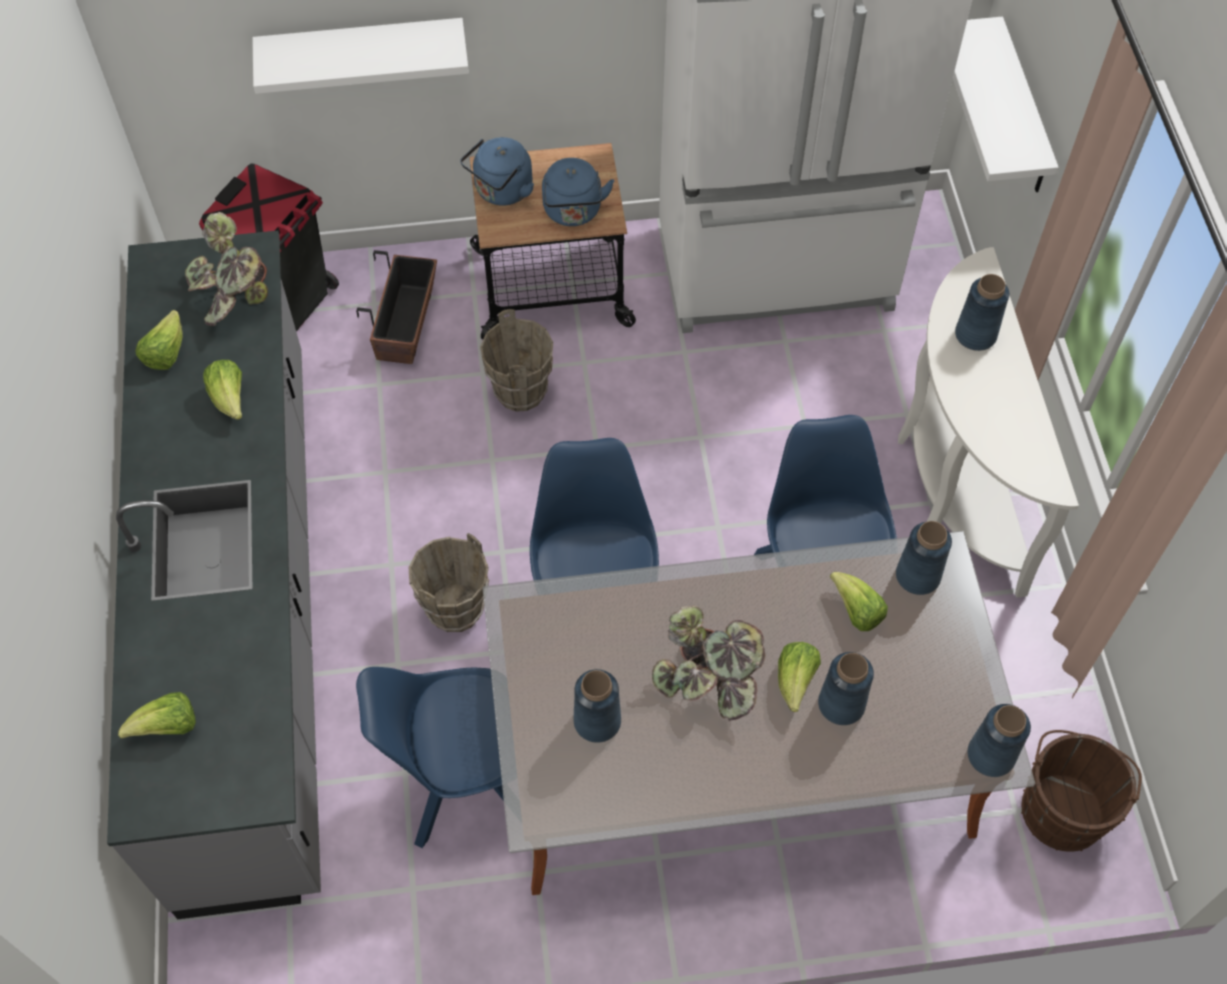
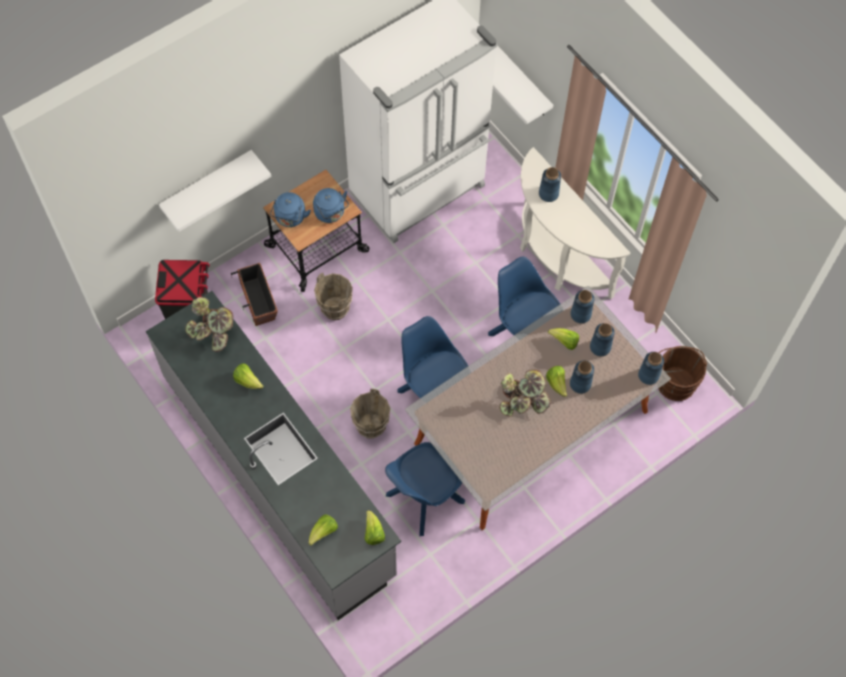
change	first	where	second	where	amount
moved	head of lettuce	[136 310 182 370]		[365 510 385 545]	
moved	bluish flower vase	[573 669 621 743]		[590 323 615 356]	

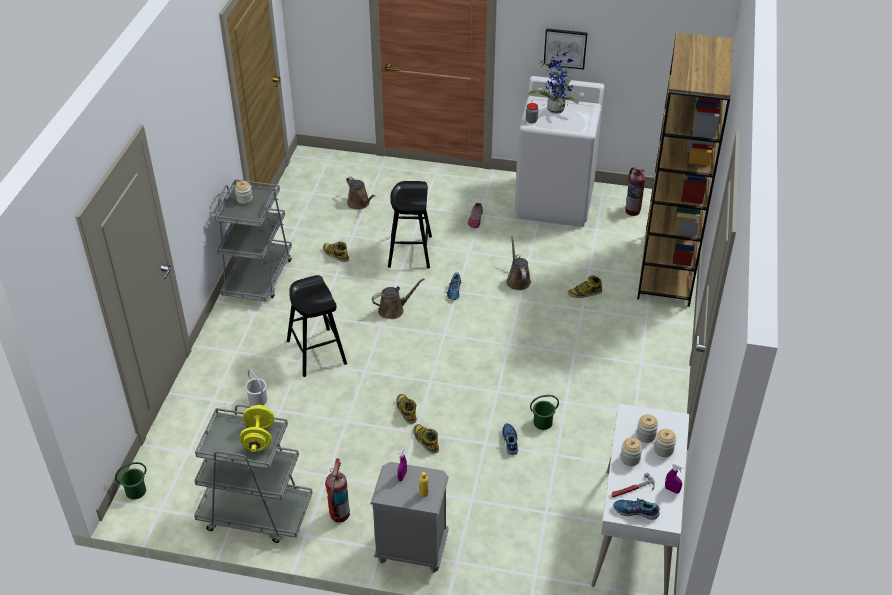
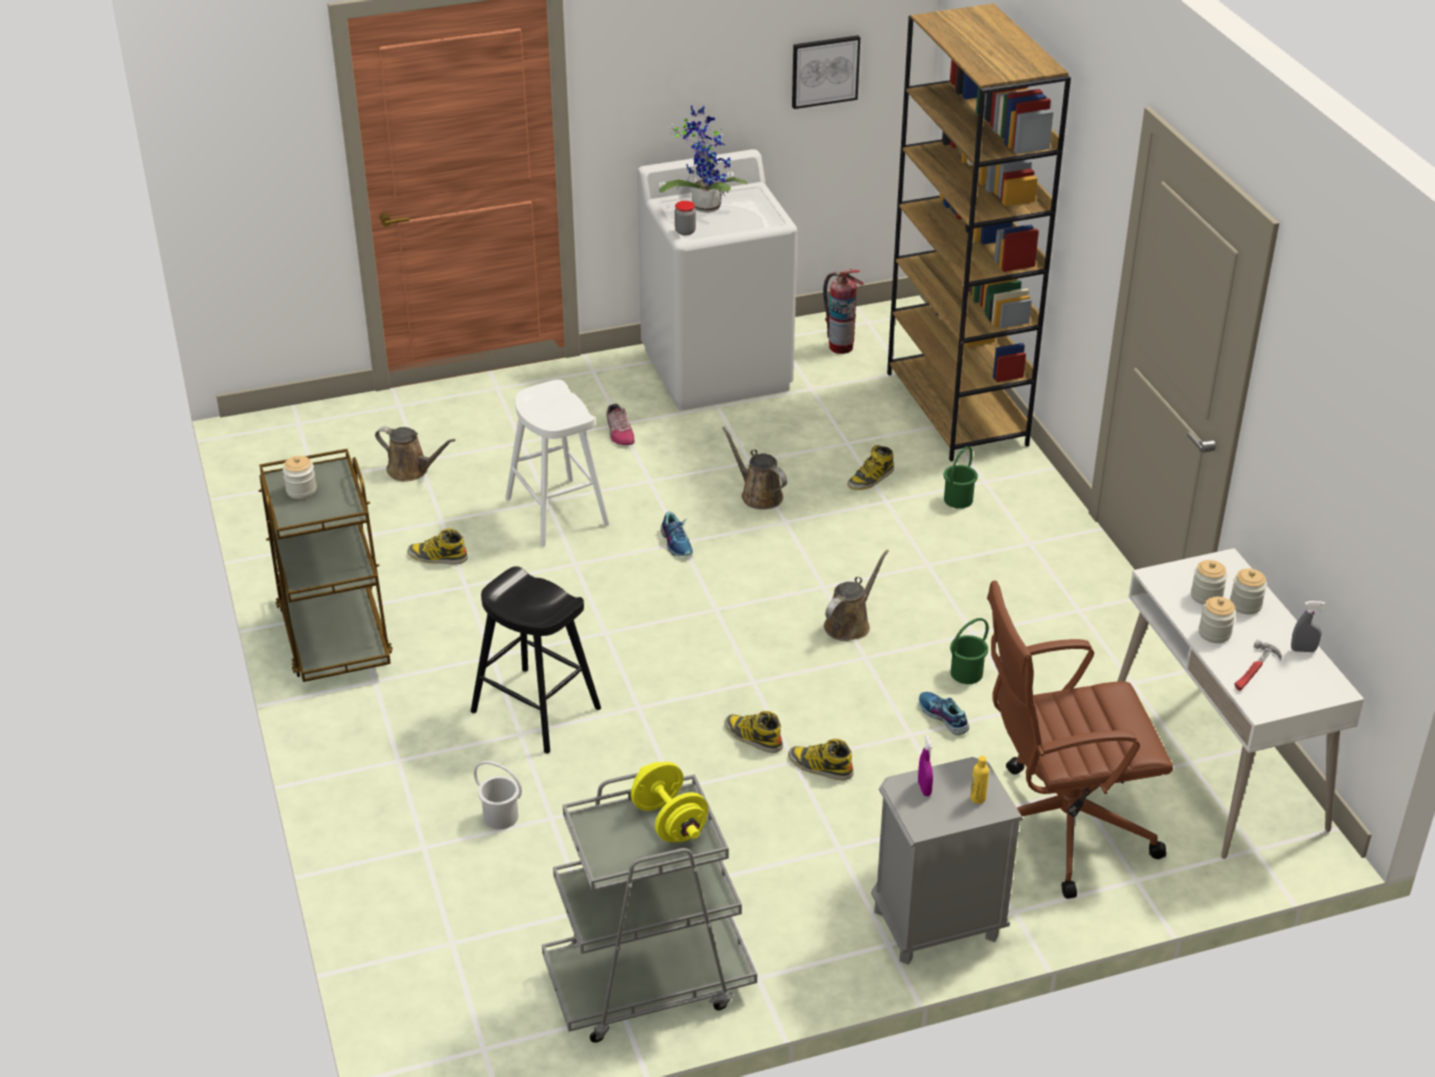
change	first	where	second	where	amount
recoloured	gray trolley	[214 179 292 302]	brown-coloured trolley	[258 449 393 682]	
recoloured	blackish stool seat	[388 181 432 269]	white stool seat	[505 380 610 546]	
moved	wall art	[544 28 588 70]		[792 35 860 109]	
moved	brown-coloured watering can	[372 278 425 319]		[824 550 889 641]	
moved	green-coloured pail	[115 462 146 499]		[944 446 978 509]	
added			brown-coloured desk chair	[987 580 1173 899]	
recoloured	purple-coloured spray bottle	[665 463 684 494]	gray spray bottle	[1291 601 1325 652]	
removed	extinguisher	[325 458 350 523]			
removed	item of footwear	[613 498 660 520]			

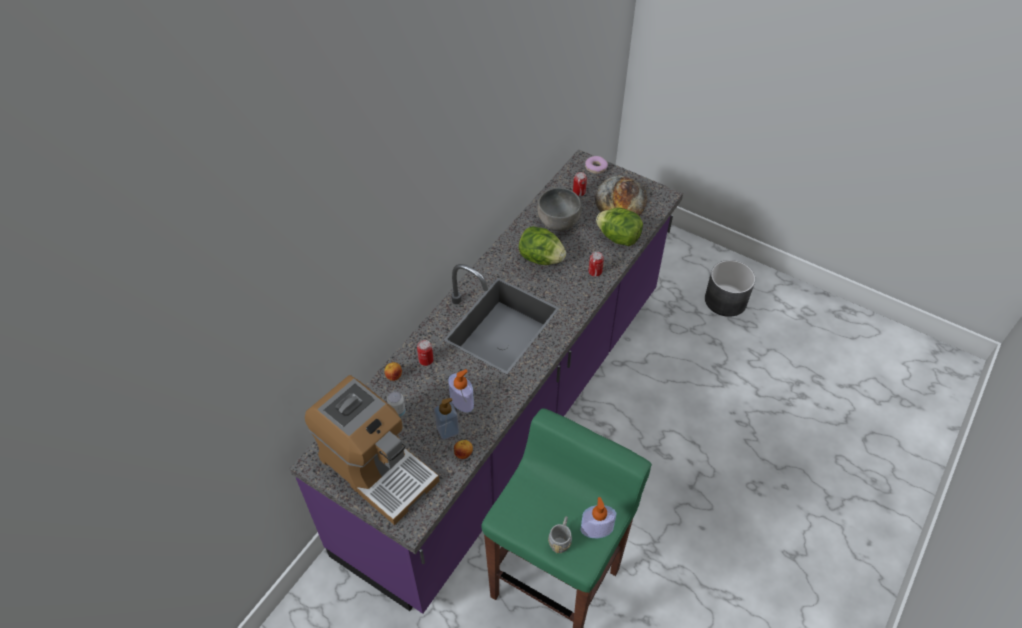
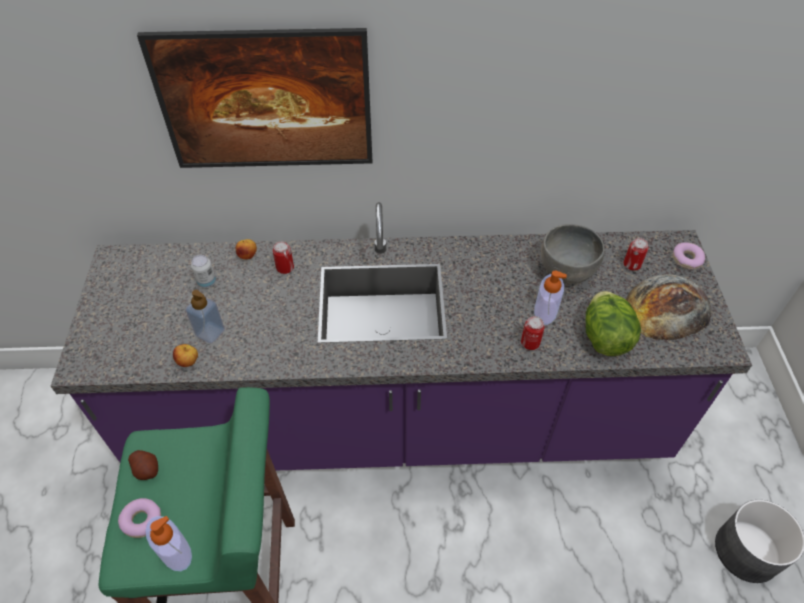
change	first	where	second	where	amount
replaced	gray coffee mug	[548 516 572 553]	ring doughnut	[118 498 161 538]	
added			potato	[128 450 158 480]	
added			wall art	[137 28 372 168]	
moved	soap bottle	[448 369 474 413]		[534 271 567 325]	
removed	coffee maker	[305 375 439 525]			
removed	head of lettuce	[519 226 566 265]			

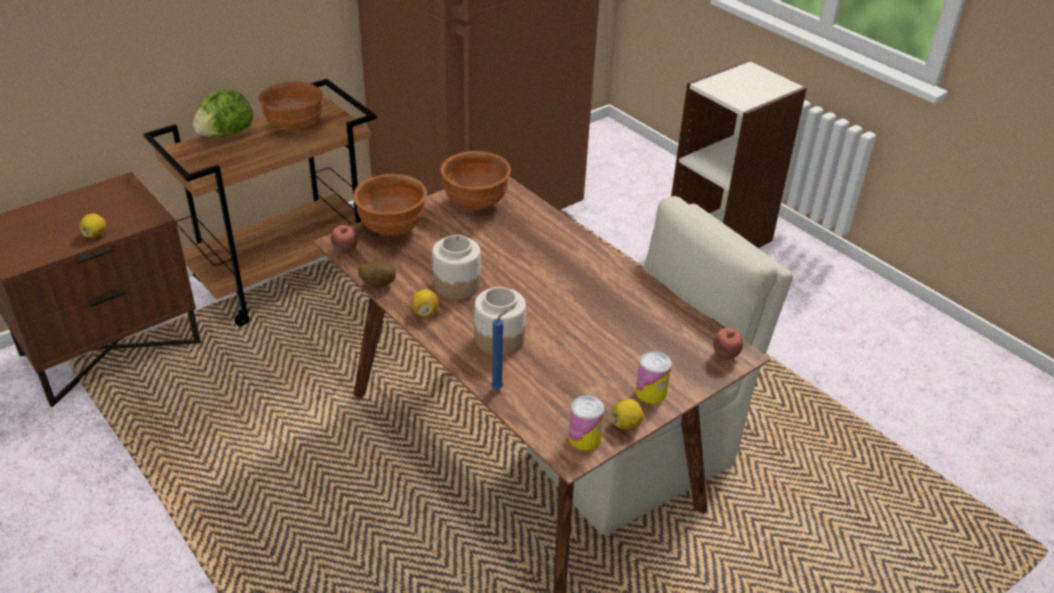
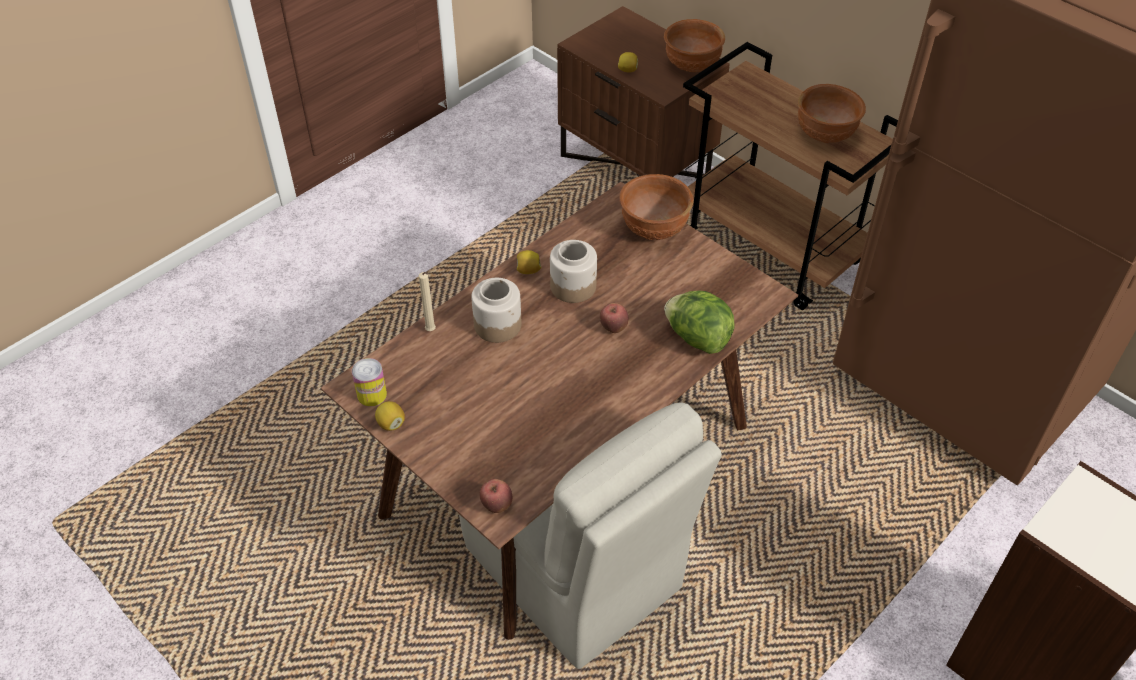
change	first	where	second	where	amount
recoloured	bluish wax light	[491 311 507 389]	sand-coloured wax light	[419 272 436 331]	
moved	apple fruit	[331 225 358 254]		[600 303 629 333]	
moved	brown-coloured deep dish	[440 151 511 210]		[664 19 725 72]	
moved	head of lettuce	[193 89 253 138]		[664 291 735 354]	
removed	potato	[358 261 396 287]			
removed	sealed can	[636 351 672 404]			

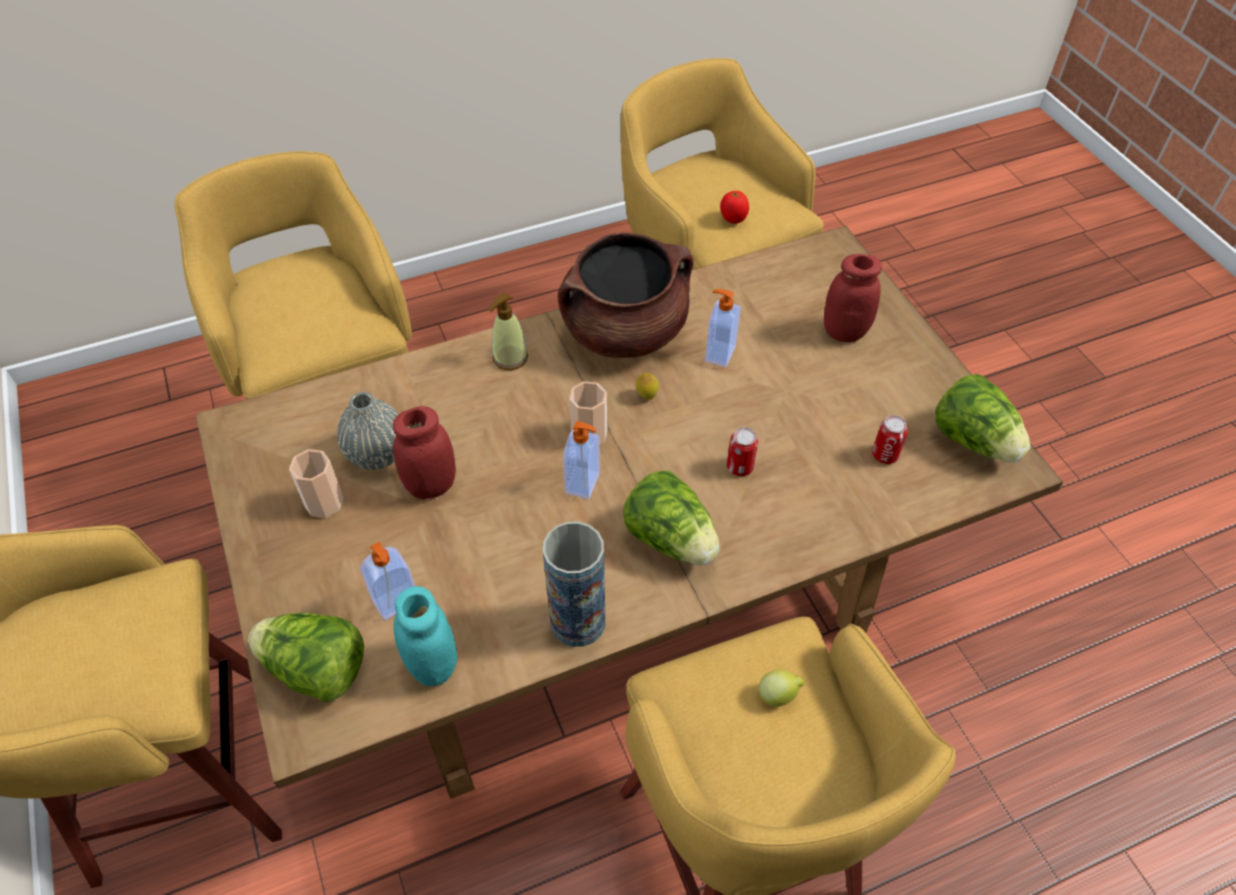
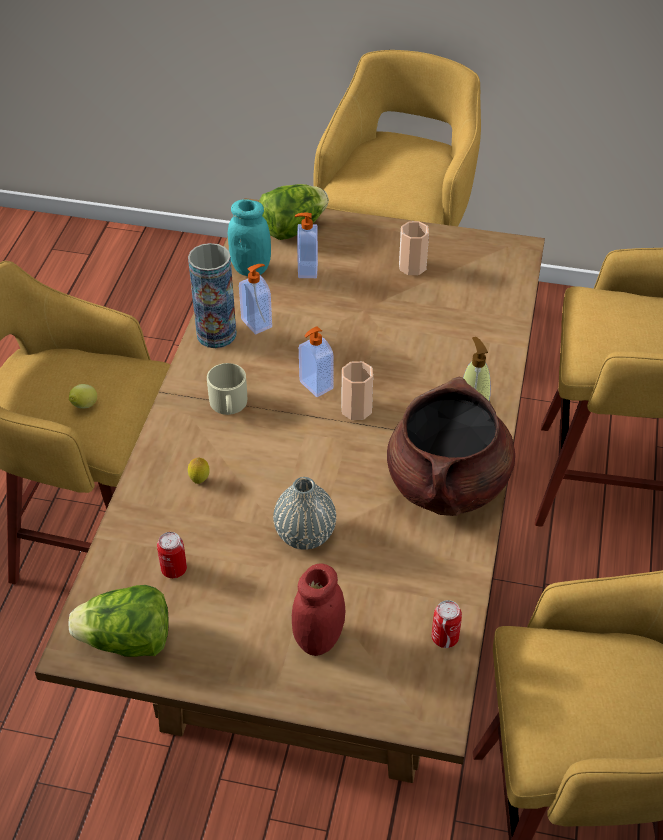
change	first	where	second	where	amount
moved	lemon	[636 373 659 400]		[188 457 210 484]	
replaced	head of lettuce	[623 471 720 565]	sand-coloured coffee mug	[207 363 247 415]	
moved	soap bottle	[705 289 741 367]		[239 264 272 334]	
moved	gray flower vase	[337 392 399 470]		[273 477 336 550]	
moved	sealed can	[727 427 758 476]		[432 600 462 648]	
removed	reddish storage jar	[393 406 456 499]			
removed	fresh tomato	[720 191 749 224]			

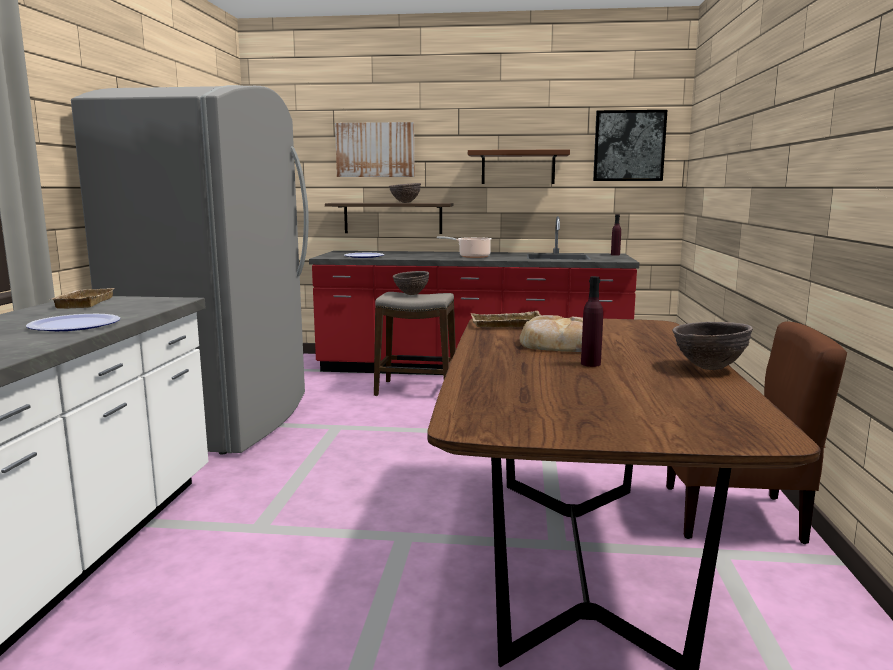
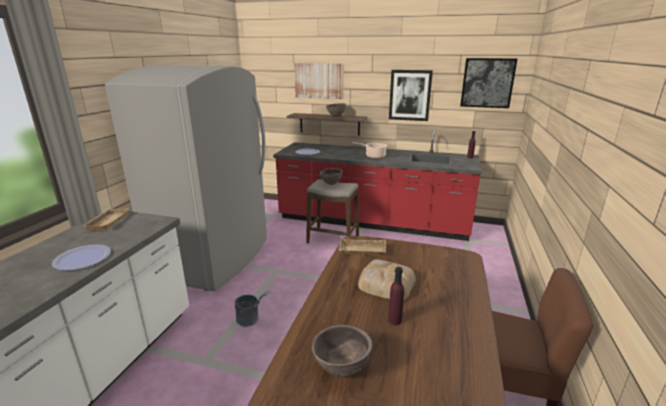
change	first	where	second	where	amount
added			gray pail	[235 291 270 327]	
moved	brown-coloured deep dish	[672 322 753 370]		[312 325 372 377]	
replaced	brown-coloured wall shelf	[468 149 570 184]	wall art	[389 70 433 121]	

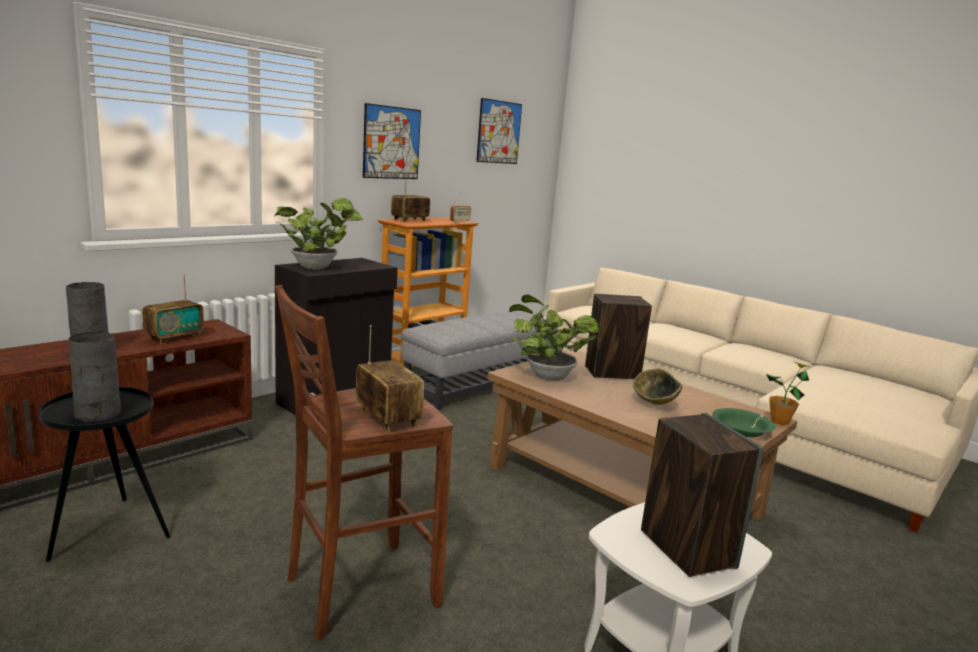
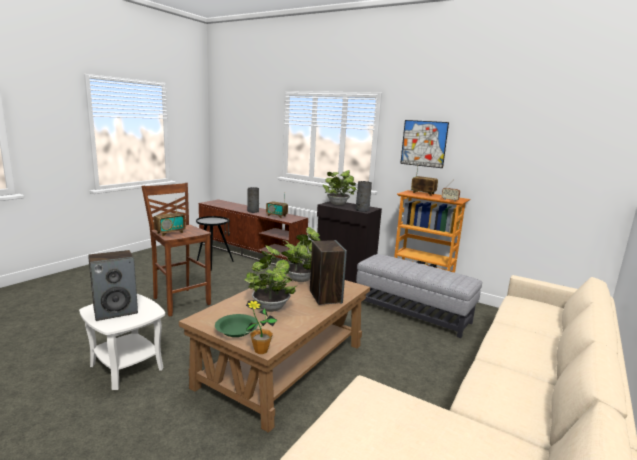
change	first	where	second	where	amount
replaced	deep dish	[633 369 682 405]	plant in a pot	[244 245 297 312]	
moved	gray flower vase	[68 332 121 423]		[356 181 372 212]	
removed	wall art	[476 98 522 164]			

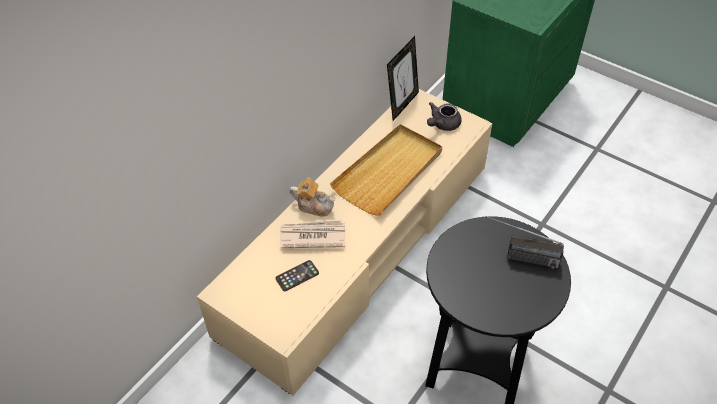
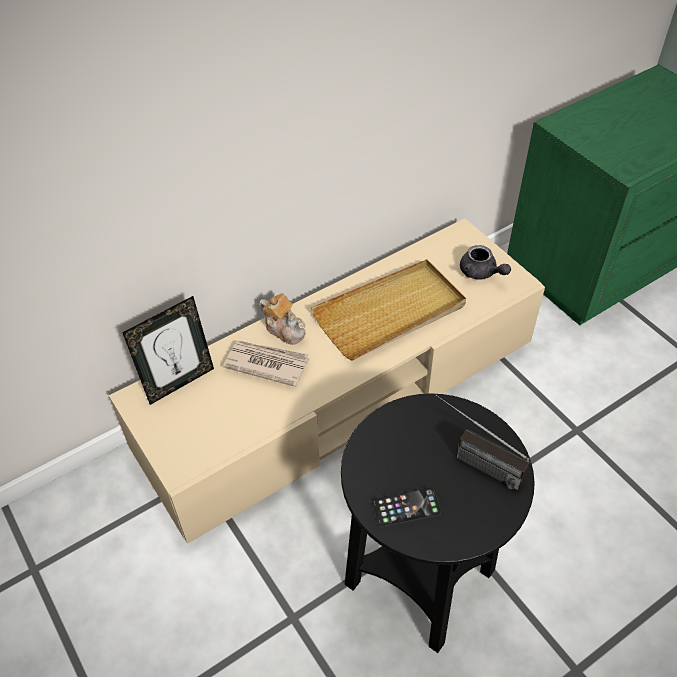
change	first	where	second	where	amount
moved	picture frame	[387 36 419 121]		[122 296 214 405]	
moved	phone	[275 260 319 291]		[371 487 441 527]	
turned	gray tea pot	[427 102 462 131]		[460 245 511 280]	105 degrees counterclockwise

